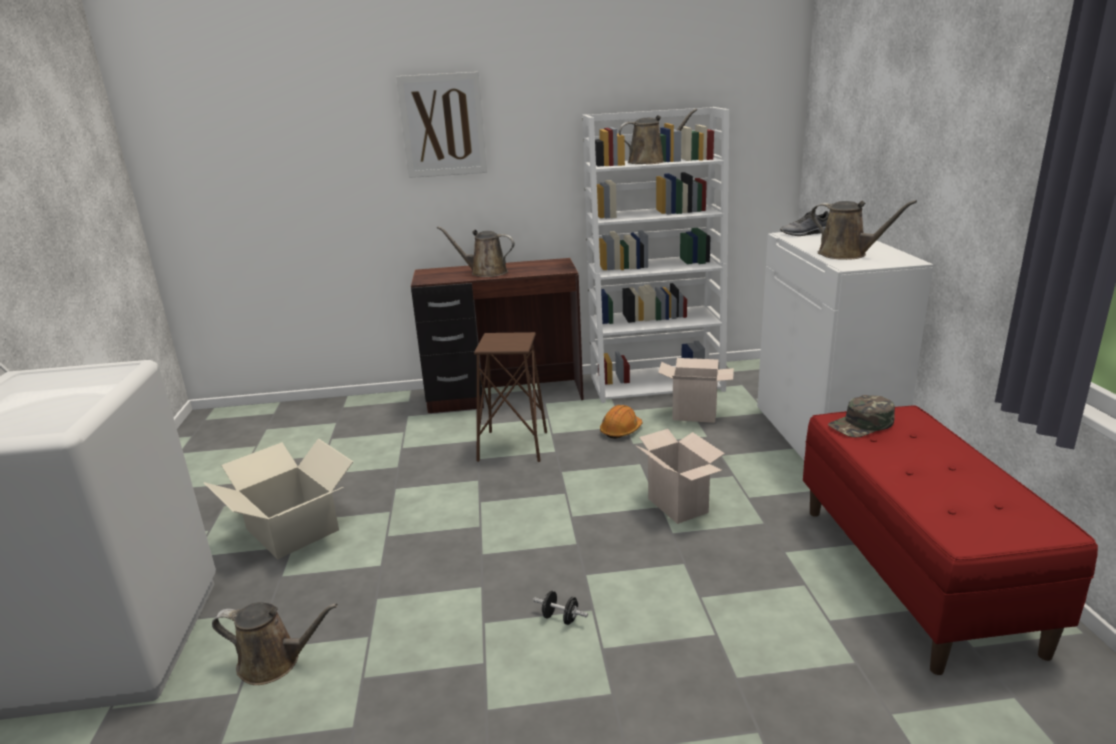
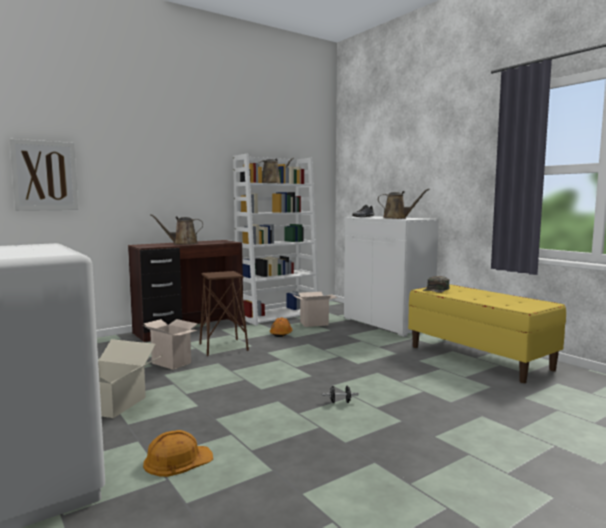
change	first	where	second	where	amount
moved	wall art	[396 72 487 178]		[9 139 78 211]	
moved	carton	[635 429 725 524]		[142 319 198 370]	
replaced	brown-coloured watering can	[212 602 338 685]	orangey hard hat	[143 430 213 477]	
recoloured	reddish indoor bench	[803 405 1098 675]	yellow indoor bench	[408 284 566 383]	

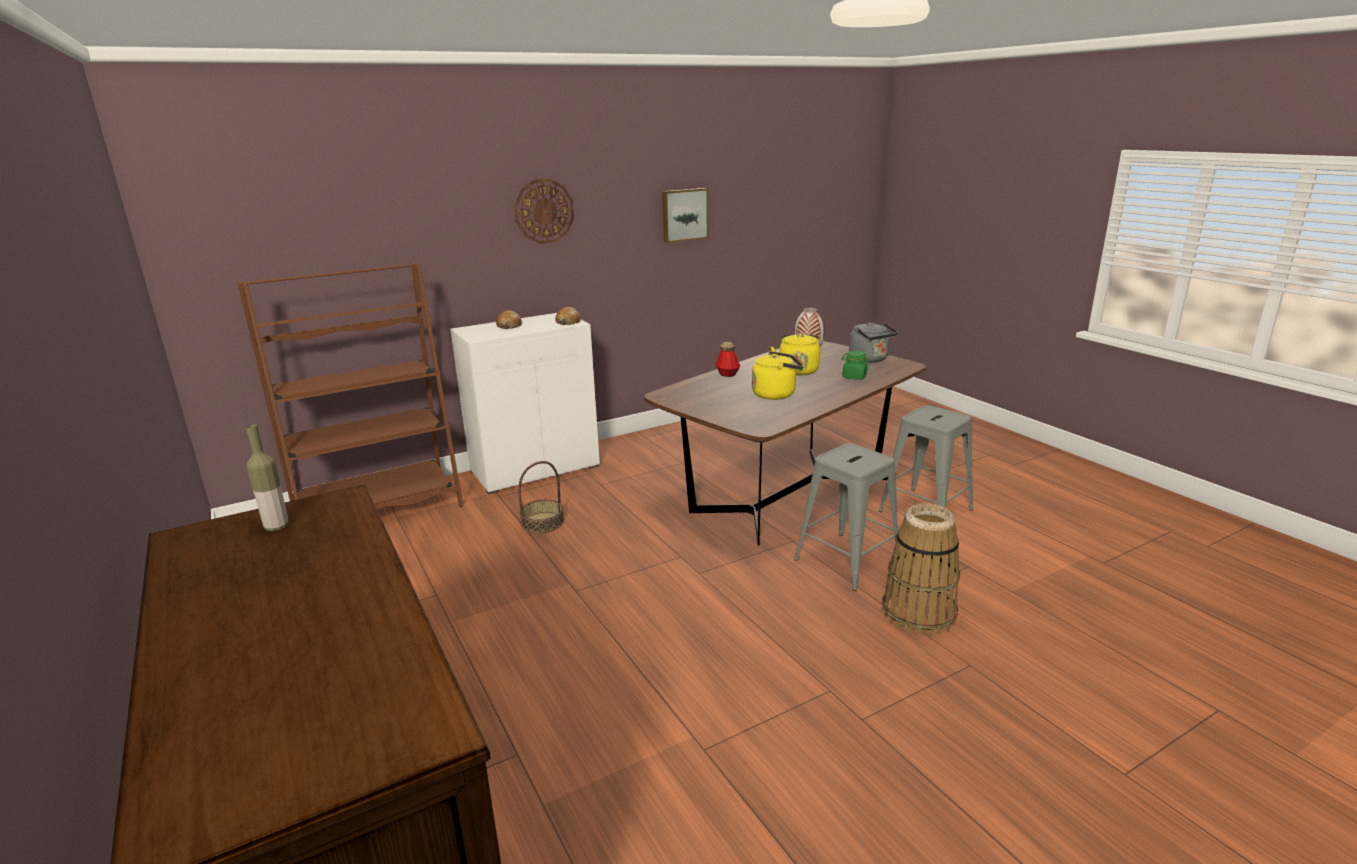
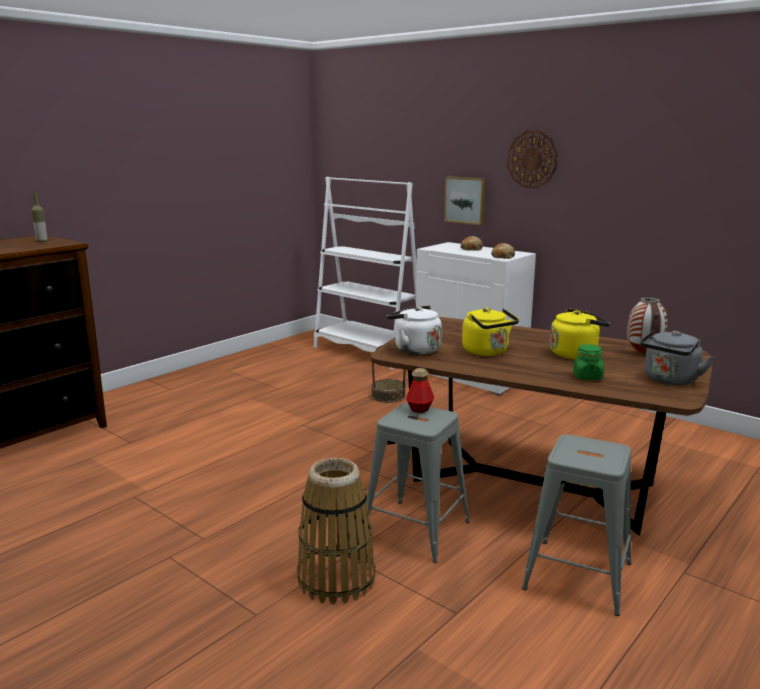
change	first	where	second	where	amount
recoloured	brown-coloured bookshelf	[237 263 463 510]	white bookshelf	[314 177 417 370]	
added			white kettle	[386 306 442 355]	
moved	beverage bottle	[716 342 740 377]		[406 368 434 413]	
moved	wall art	[662 188 709 243]		[444 176 486 225]	

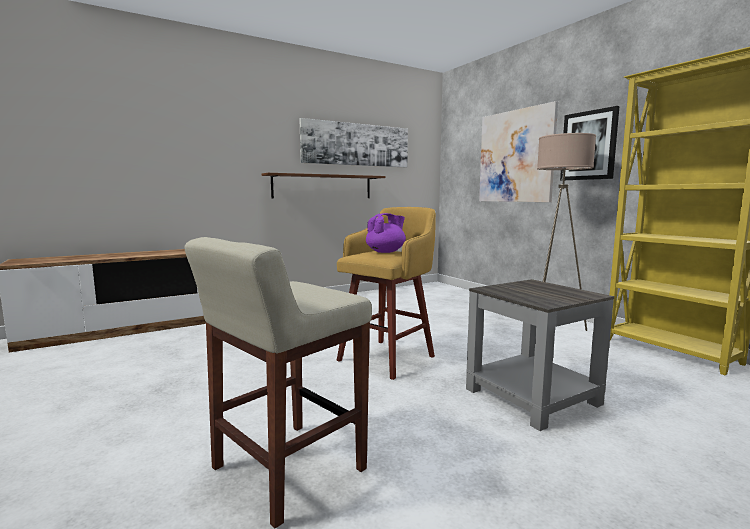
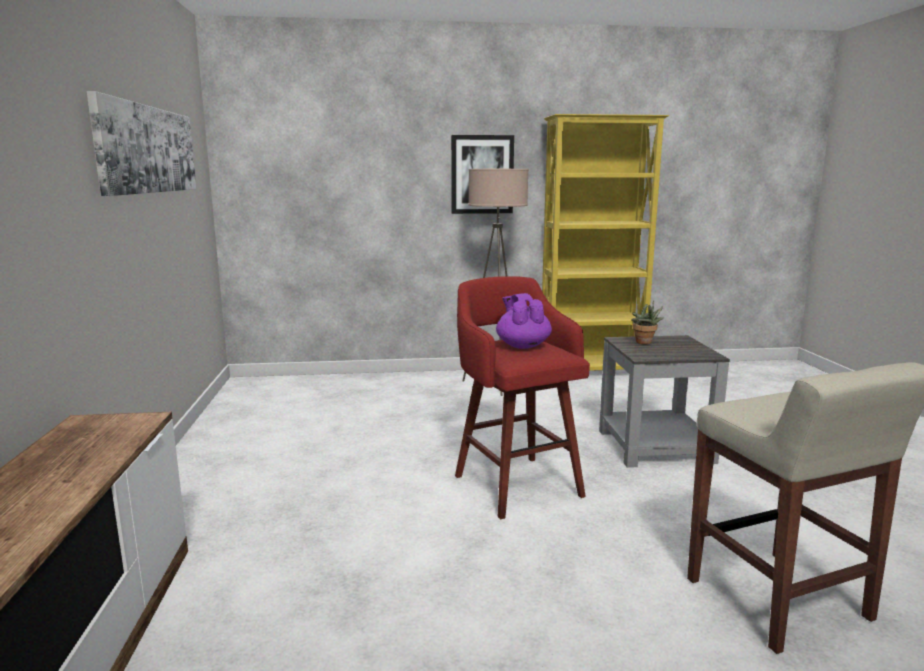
change	first	where	second	where	amount
recoloured	yellow stool seat	[337 207 436 380]	reddish stool seat	[455 276 590 519]	
added			plant in a pot	[631 301 664 344]	
removed	brown-coloured wall shelf	[262 173 386 199]			
removed	wall art	[479 101 558 202]			

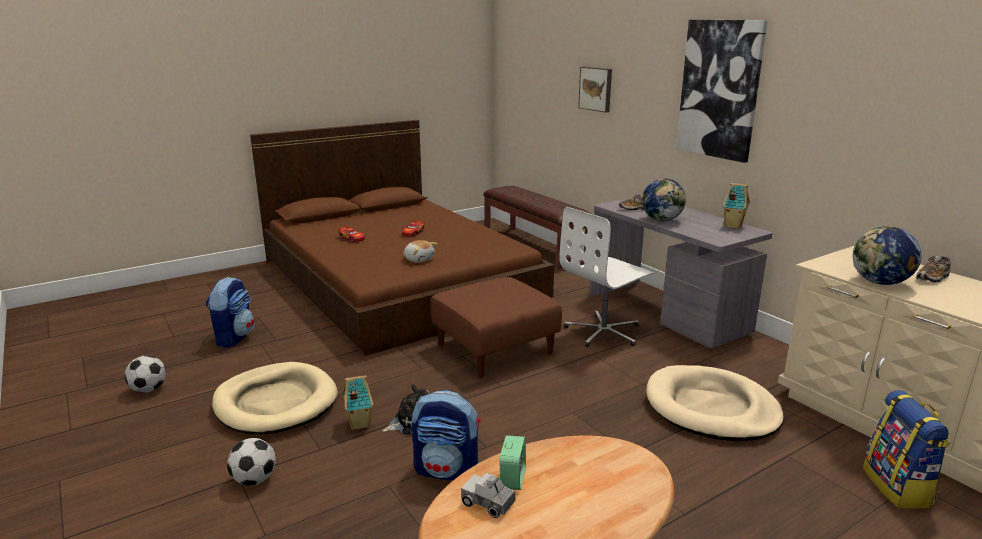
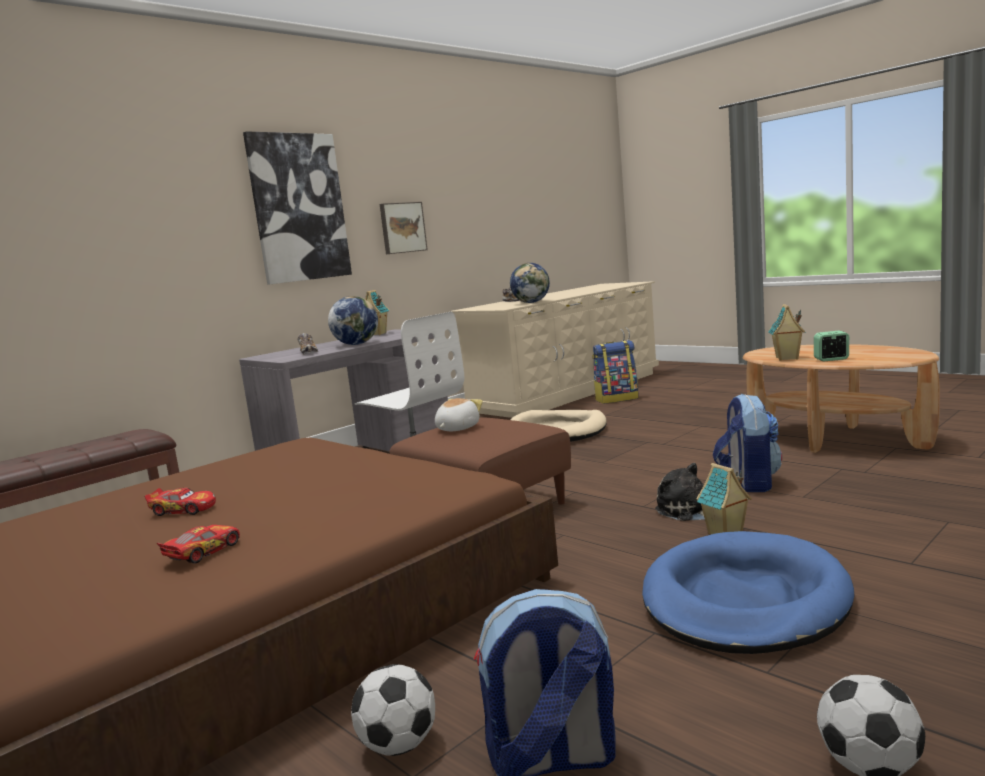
change	first	where	second	where	amount
moved	ball for football	[227 438 276 486]		[351 664 435 756]	
moved	wall art	[578 67 612 113]		[380 202 428 254]	
moved	soft toy	[404 240 438 263]		[435 398 483 431]	
recoloured	sand-coloured dog cushion	[212 362 338 434]	bluish dog cushion	[642 531 855 654]	
added			toy house	[768 304 806 361]	
removed	toy truck	[461 473 516 518]			

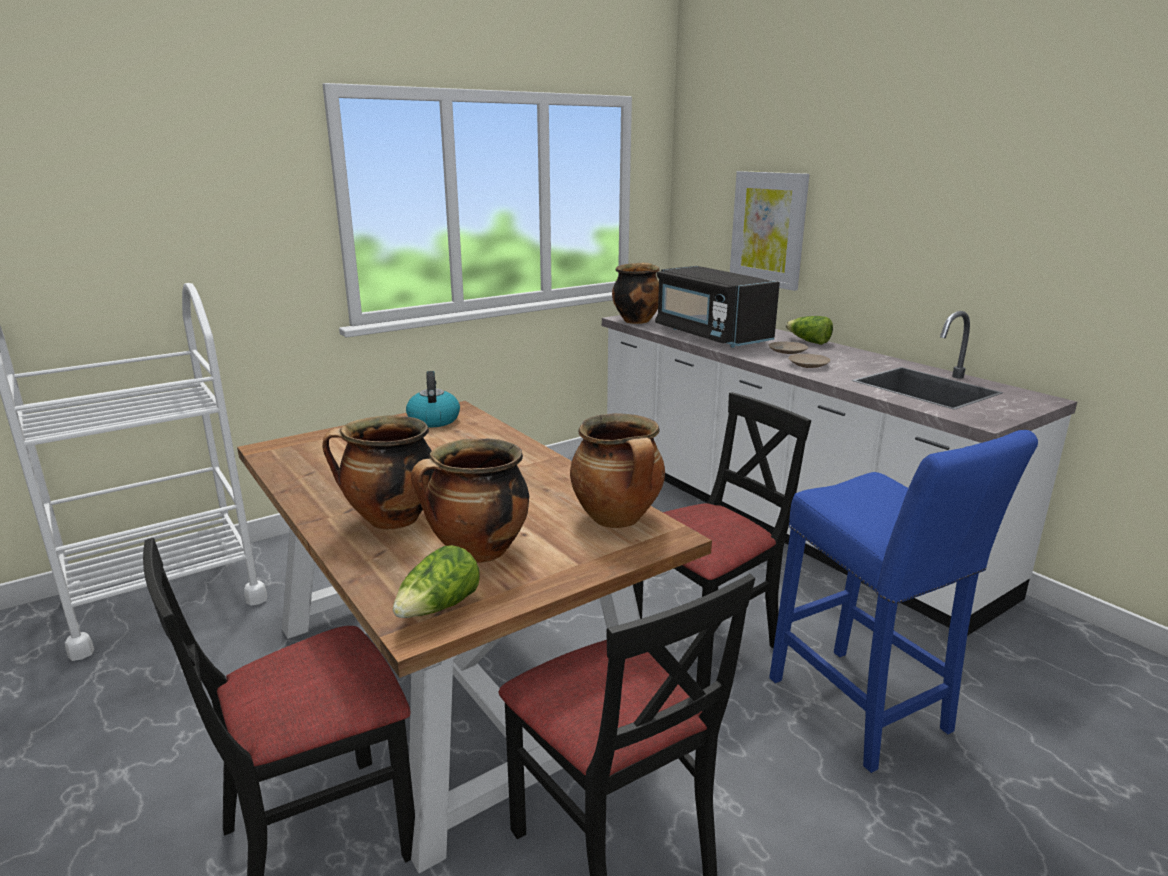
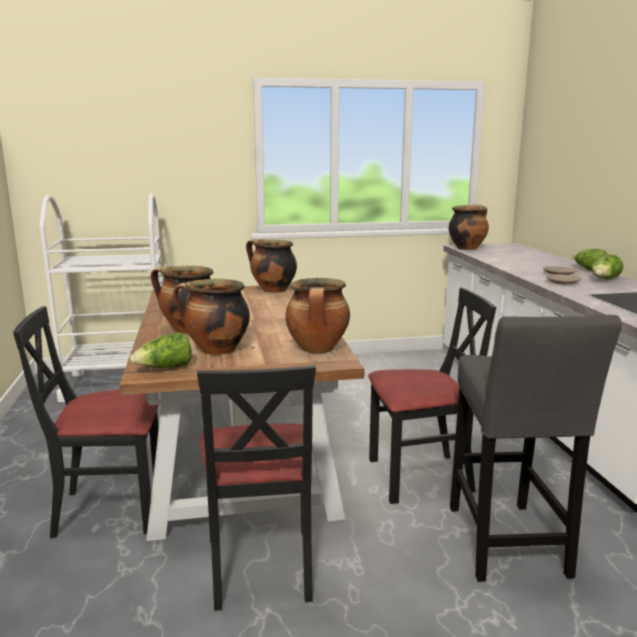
change	first	where	second	where	amount
replaced	kettle	[406 371 460 427]	saucepot	[246 239 297 293]	
recoloured	bluish stool seat	[769 430 1038 773]	gray stool seat	[450 315 622 582]	
added			head of lettuce	[592 254 624 279]	
removed	blackish kitchen microwave	[655 266 780 348]			
removed	wall art	[730 171 810 291]			

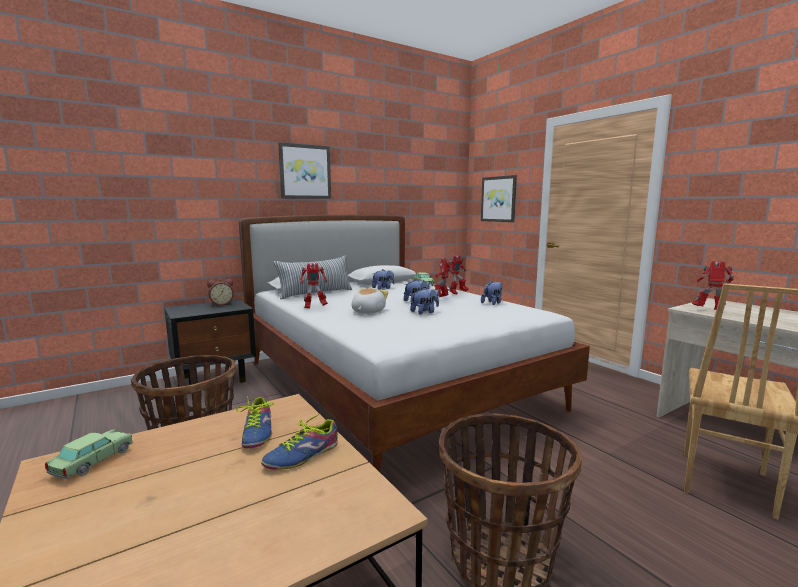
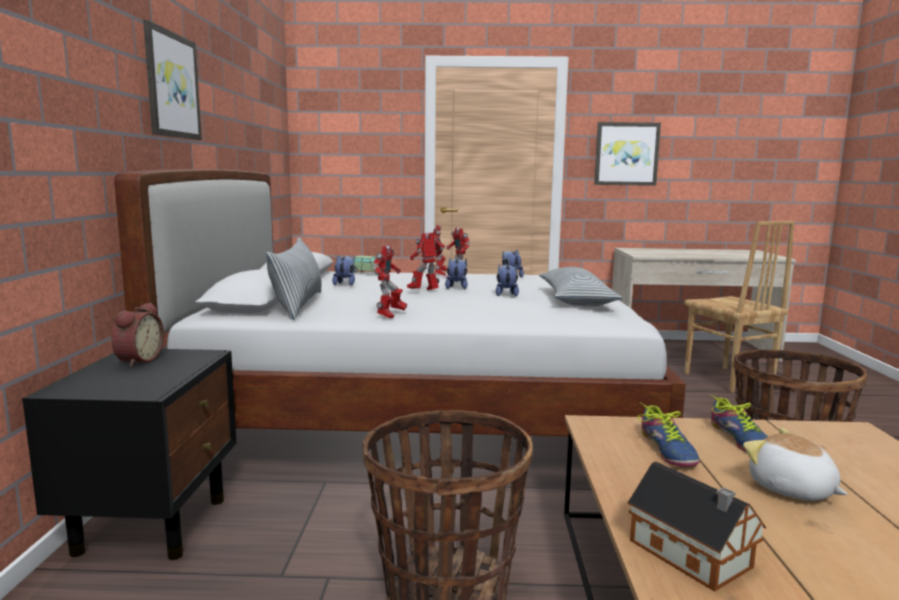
change	first	where	second	where	amount
moved	model robot	[692 261 734 310]		[407 233 443 290]	
added			pillow	[539 267 622 307]	
moved	wall art	[481 175 517 222]		[594 122 661 186]	
replaced	model car	[45 429 133 479]	toy house	[628 462 766 592]	
turned	item of footwear	[236 396 274 448]		[638 403 700 467]	60 degrees clockwise
moved	soft toy	[352 288 388 314]		[743 428 848 501]	

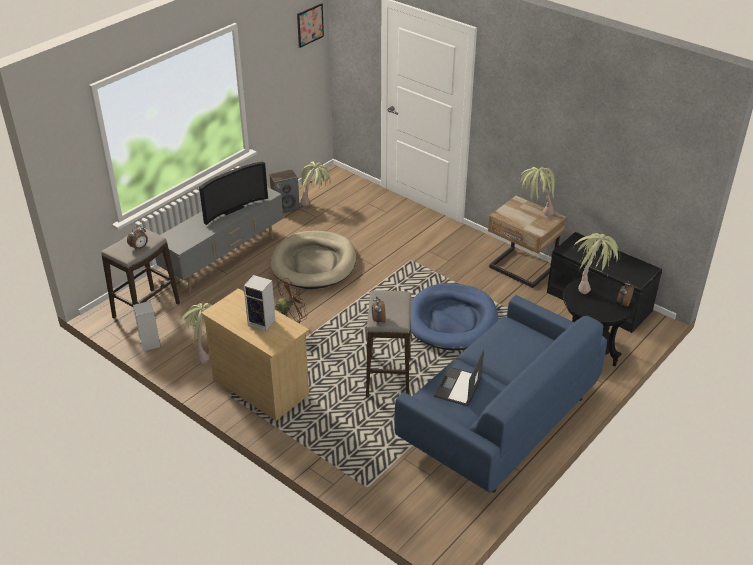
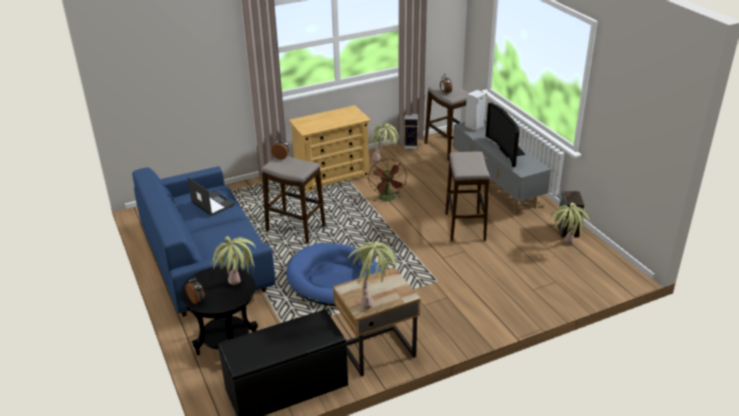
change	first	where	second	where	amount
replaced	sand-coloured dog cushion	[270 231 356 289]	stool seat	[445 151 490 242]	
moved	loudspeaker	[244 275 275 331]		[465 90 487 131]	
removed	wall art	[297 3 324 48]			

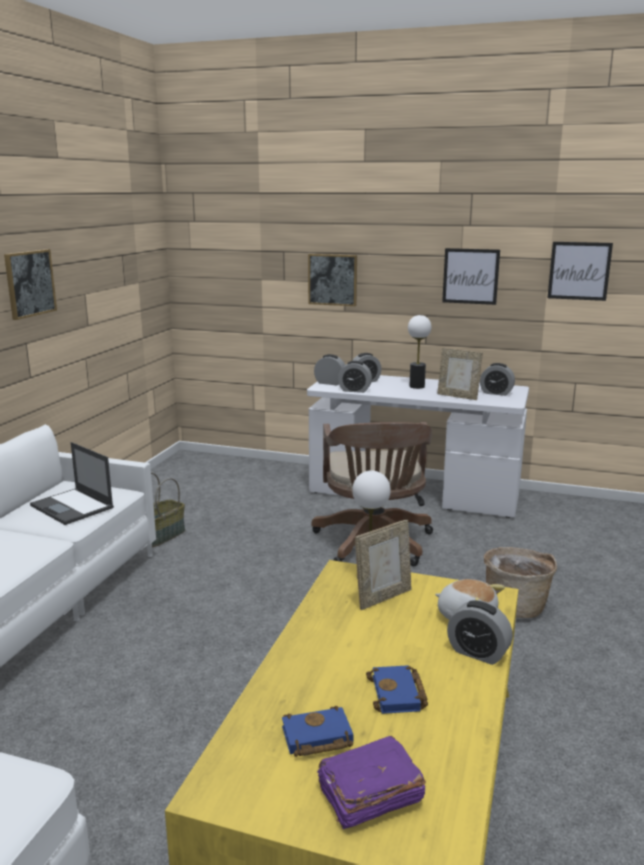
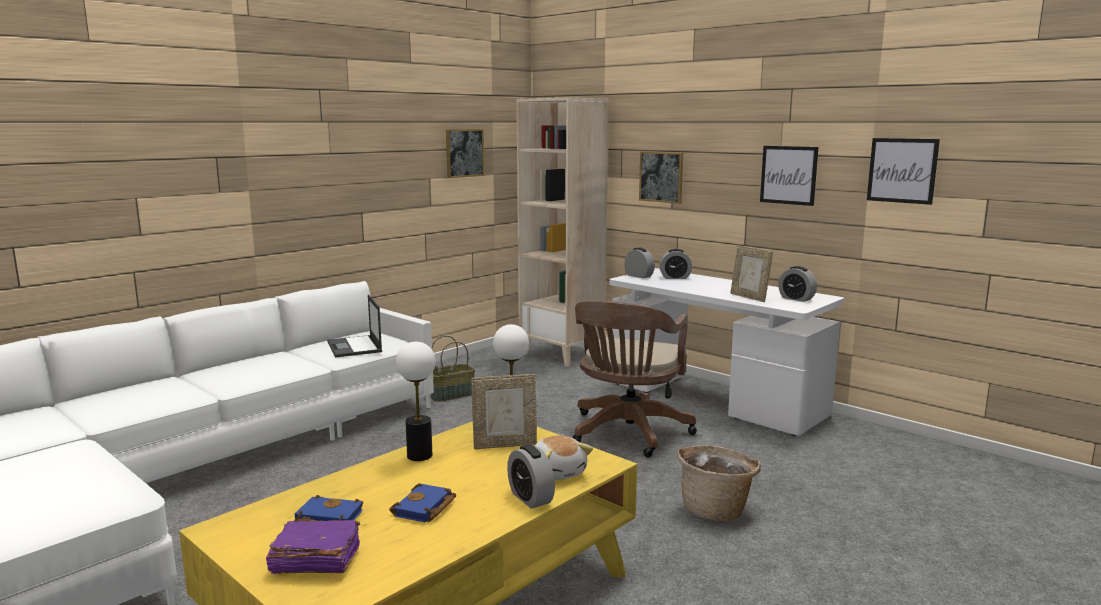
change	first	where	second	where	amount
moved	lamp for a table	[408 315 431 389]		[396 342 435 461]	
moved	wall art	[4 249 57 320]		[446 129 485 178]	
added			sand-coloured bookshelf	[516 98 609 367]	
removed	bedside clock	[338 361 372 393]			

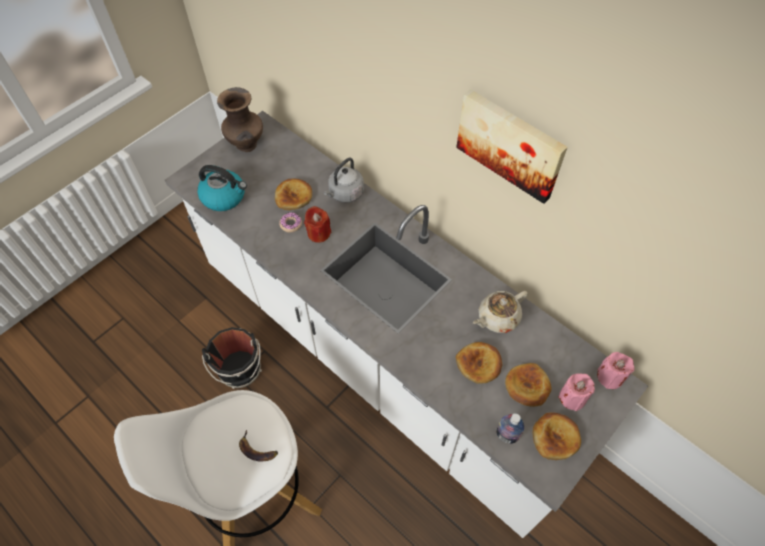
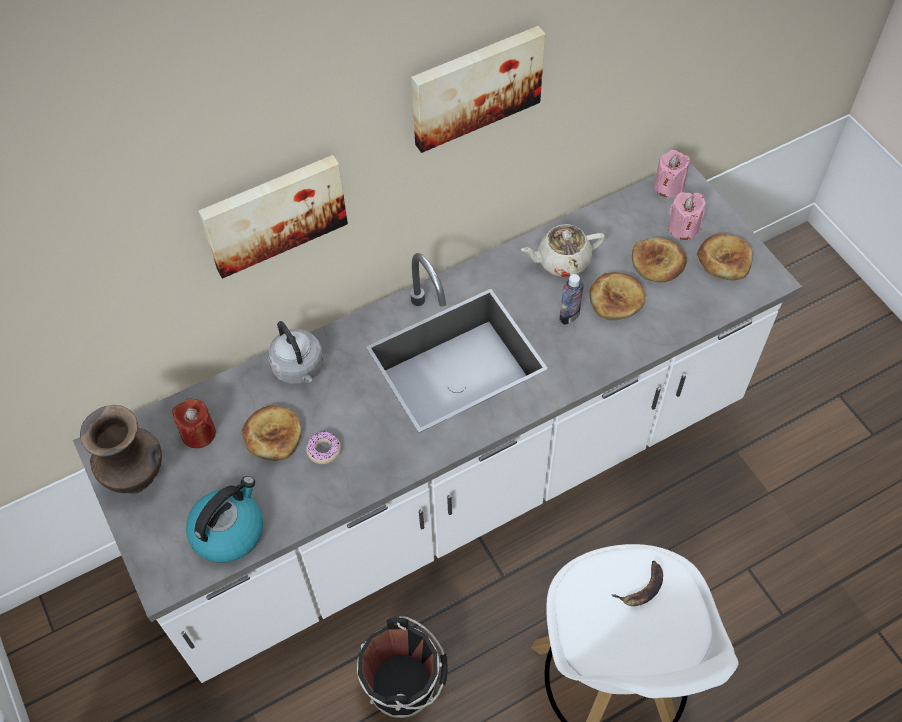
change	first	where	second	where	amount
moved	reddish wax light	[304 206 331 243]		[172 398 216 448]	
added			wall art	[198 155 348 278]	
turned	sand-coloured tea pot	[473 291 528 333]		[521 224 605 277]	90 degrees clockwise
moved	beverage bottle	[496 413 524 444]		[559 274 584 325]	

